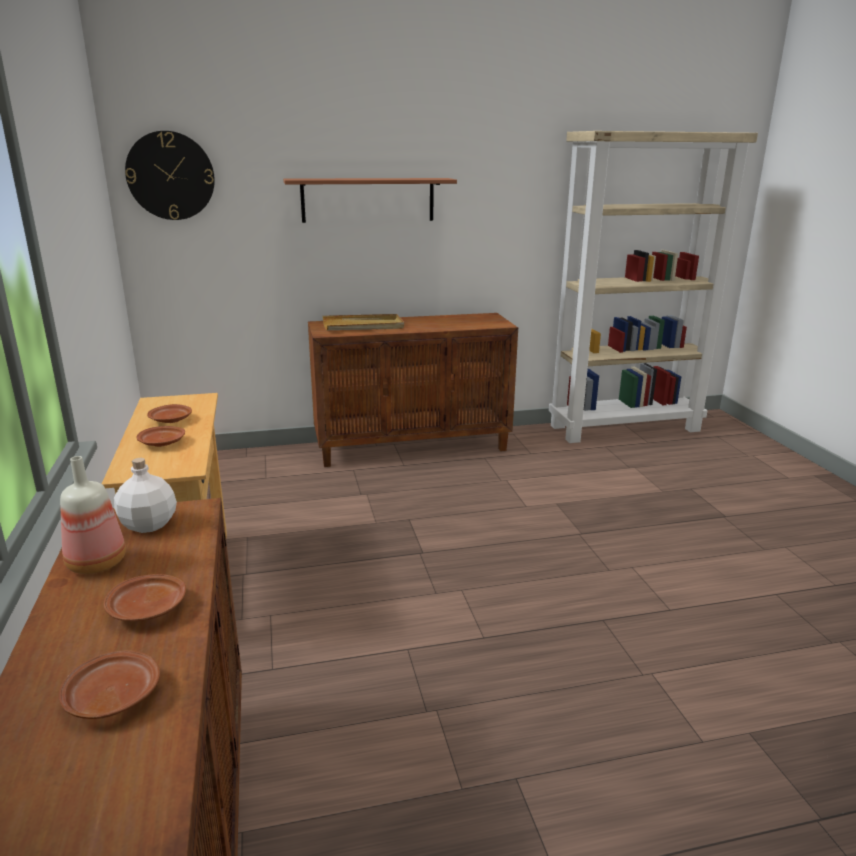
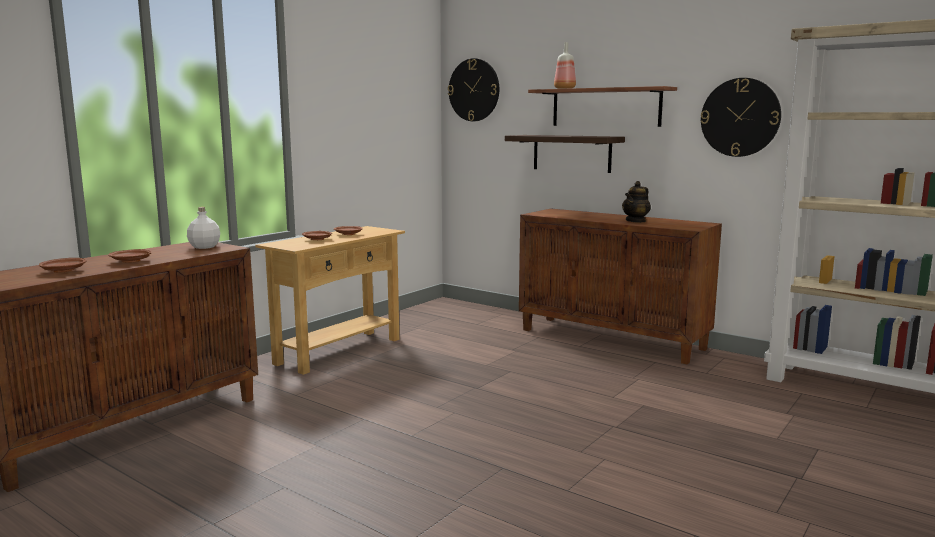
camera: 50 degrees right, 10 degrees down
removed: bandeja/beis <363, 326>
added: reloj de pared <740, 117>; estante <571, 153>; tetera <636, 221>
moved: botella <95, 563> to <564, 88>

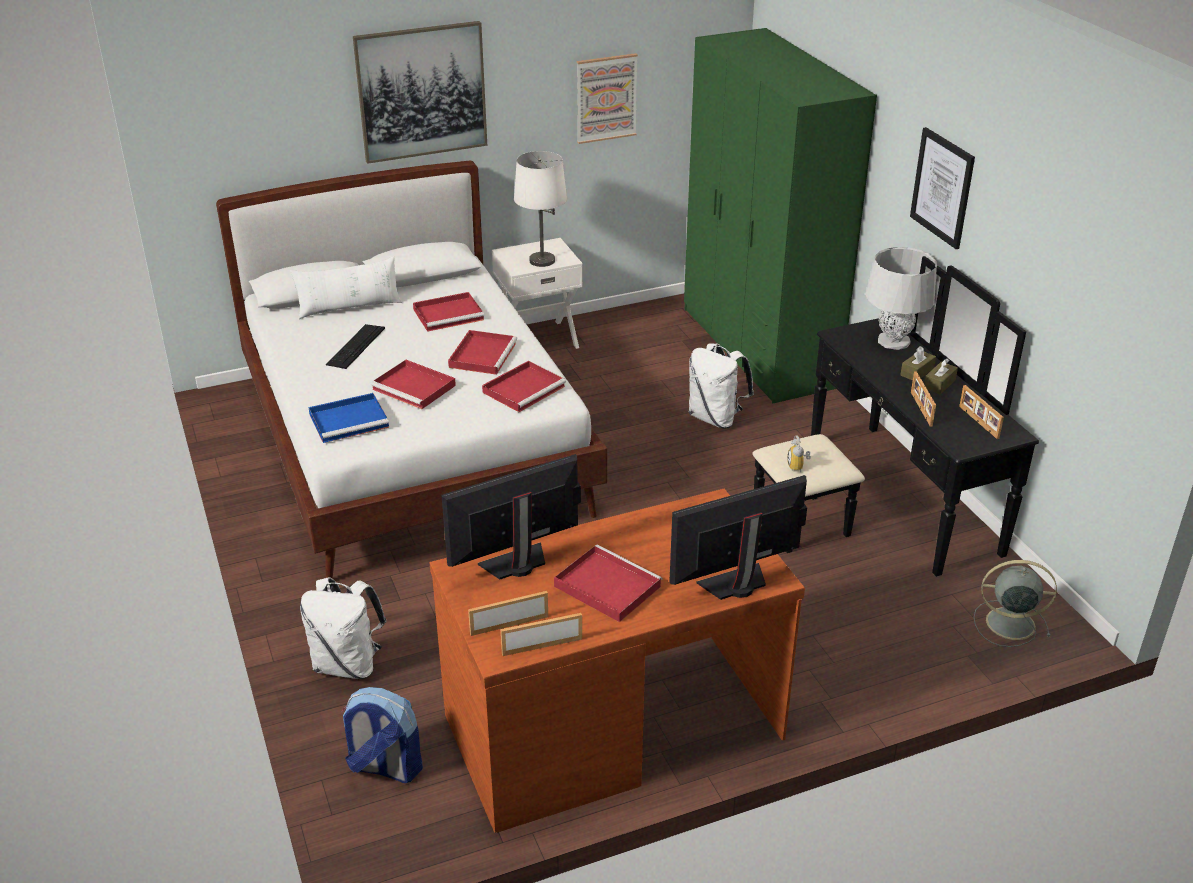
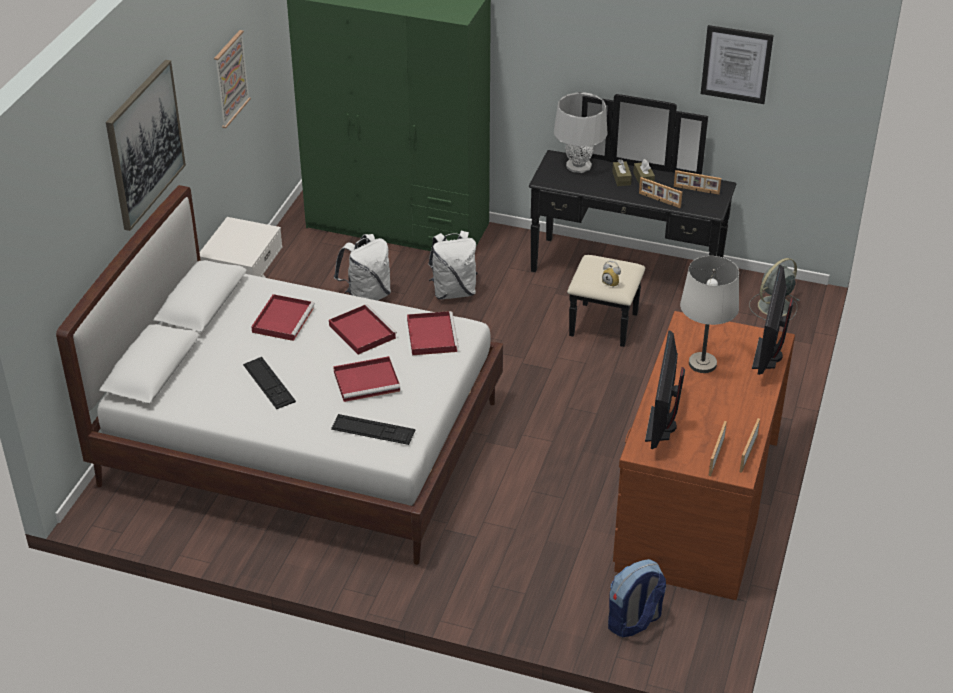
camera: 50 degrees left, 5 degrees up
removed: cojín/blanco <349, 307>; bandeja/rojo <605, 586>
moved: cuadro <942, 187> to <736, 64>; lámpara de mesa/blanco <541, 261> to <702, 364>; mochila/blanco <348, 664> to <366, 297>
replaced: bandeja/azul <350, 420> to teclado <373, 430>

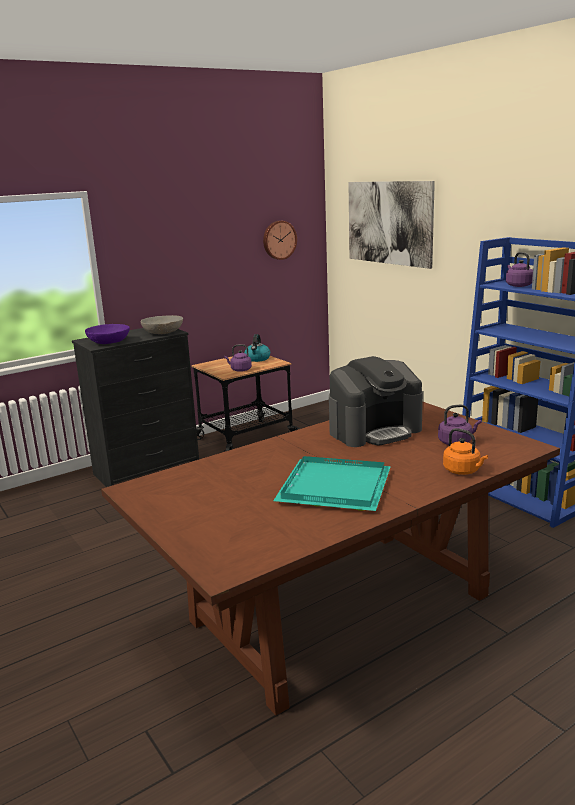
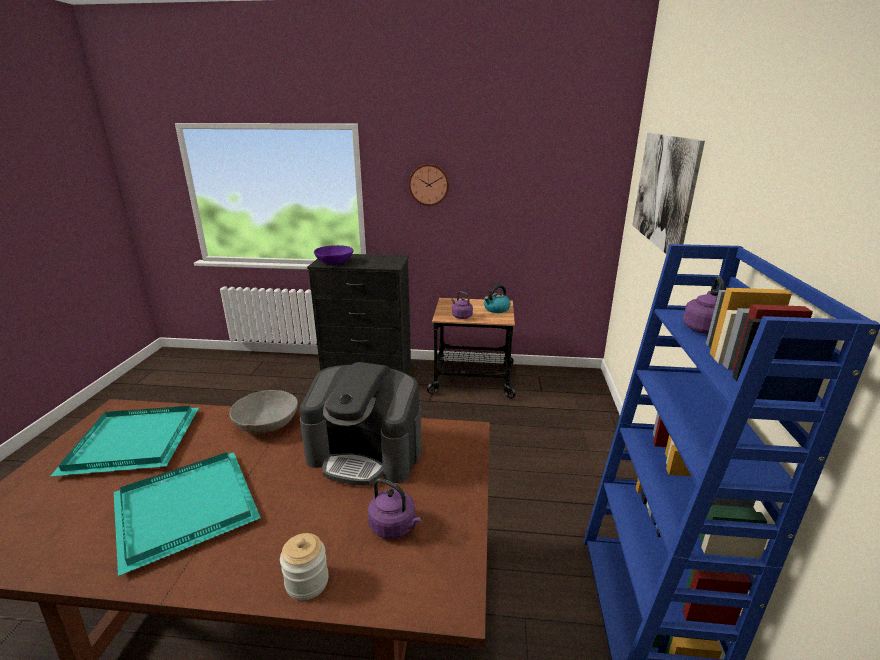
camera: 40 degrees right, 5 degrees up
added: bandeja/turquesa <132, 441>
moved: reloj de pared <279, 240> to <429, 184>; cuenco/gris <163, 332> to <267, 424>
replaced: hervidor/naranja <463, 471> to tarro <307, 582>

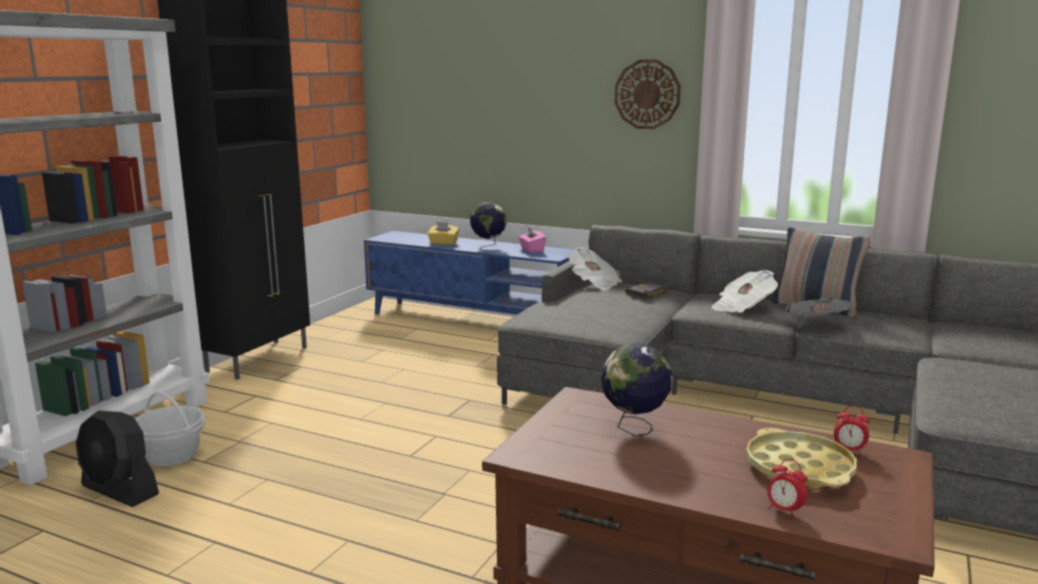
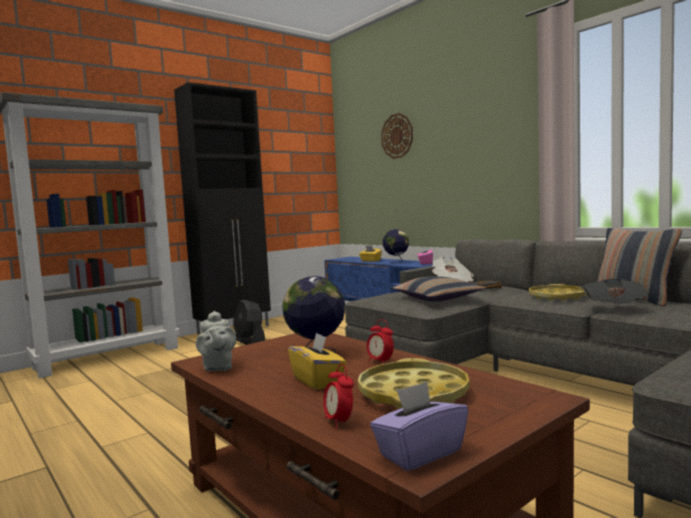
camera: 25 degrees right, 10 degrees down
removed: cesta <172, 455>
added: cojín <437, 298>; tetera/gris <217, 367>; caja de pañuelos/amarillo <318, 381>; caja de pañuelos/morado <419, 453>
moved: reloj de pared <647, 94> to <397, 136>; despertador <849, 451> to <380, 362>; ventilador/negro <120, 490> to <250, 342>
replaced: periódico <742, 308> to bandeja/amarillo <557, 297>

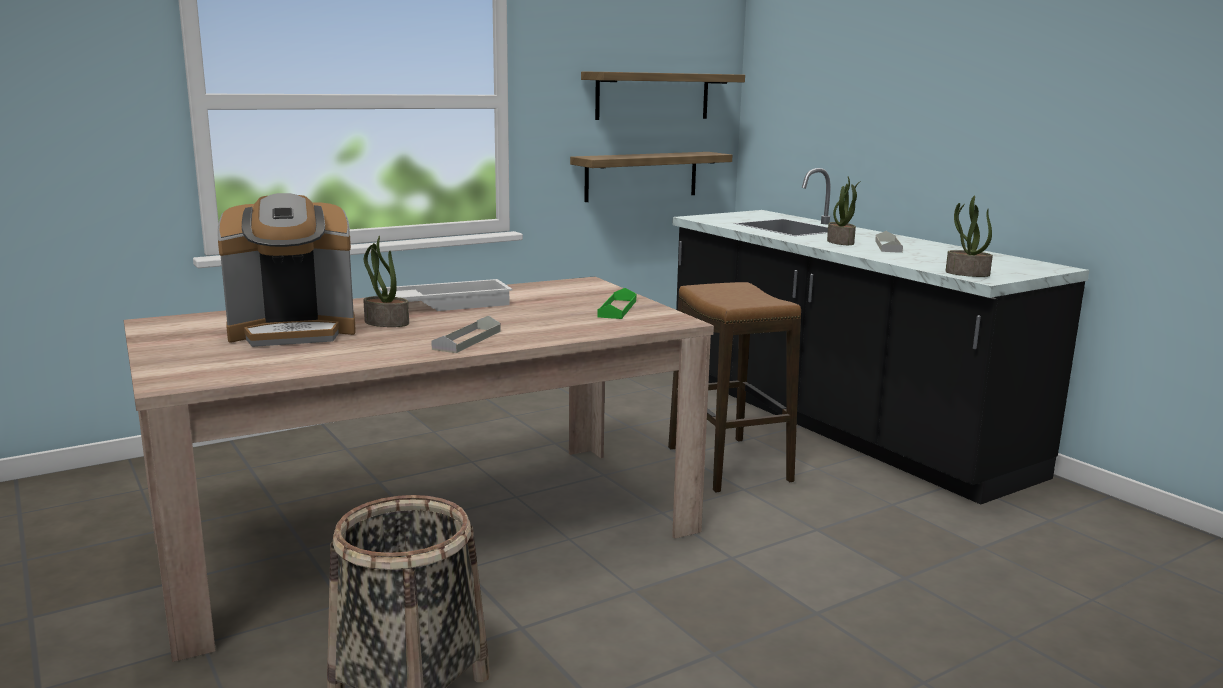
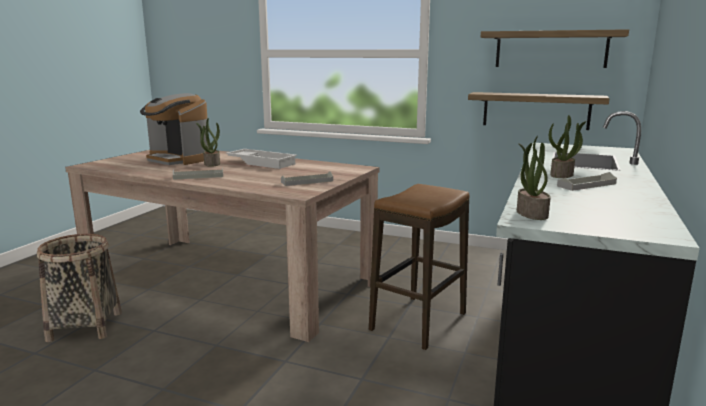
camera: 55 degrees right, 0 degrees up
recoloured: bandeja/verde <617, 309> to bandeja/gris <307, 181>

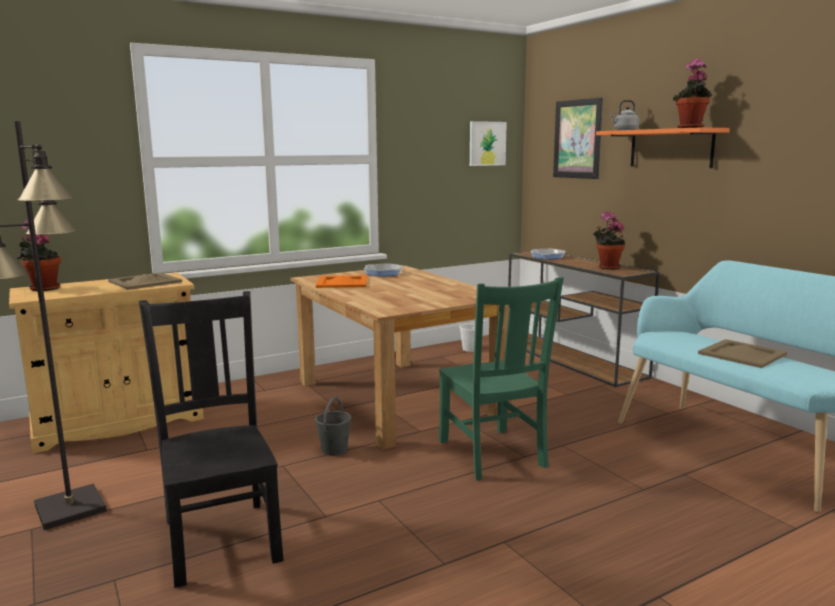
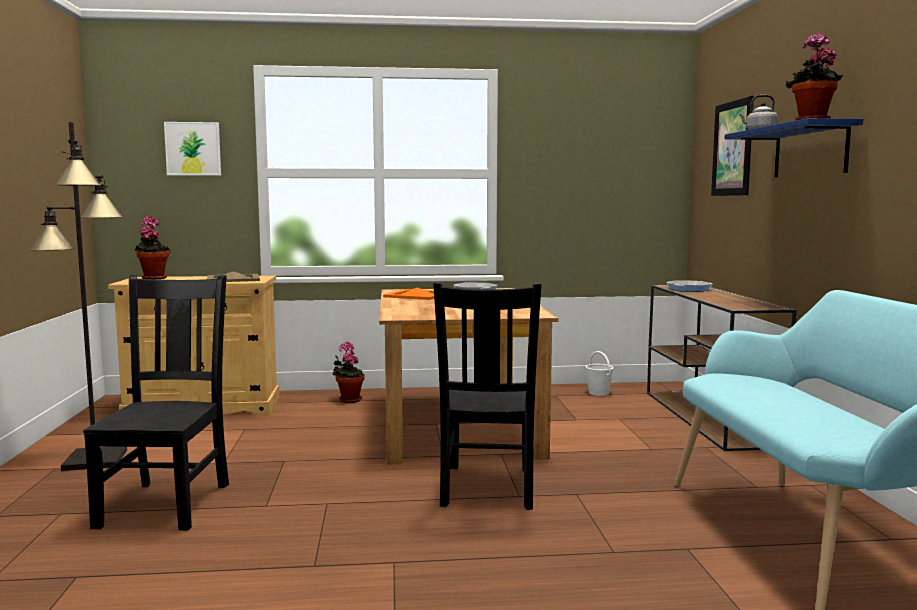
camera: 25 degrees right, 5 degrees down
removed: bandeja/beis <743, 354>; cubo/gris <334, 450>
moved: cuadro <487, 143> to <193, 149>; planta en maceta <607, 268> to <349, 400>
recoloured: estante/naranja <671, 148> to estante/azul <810, 151>; silla/verde <493, 455> to silla/negro <487, 488>

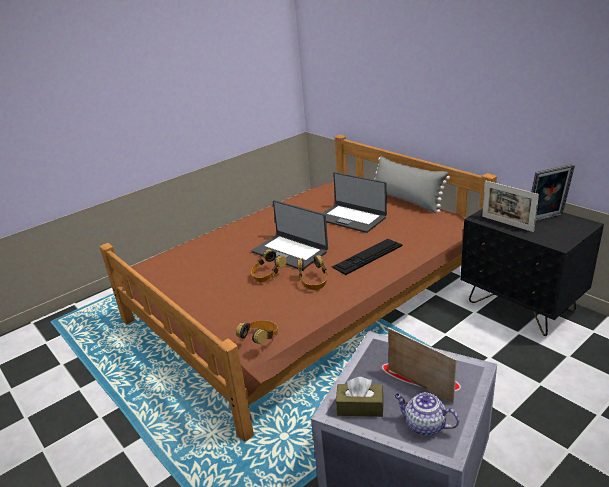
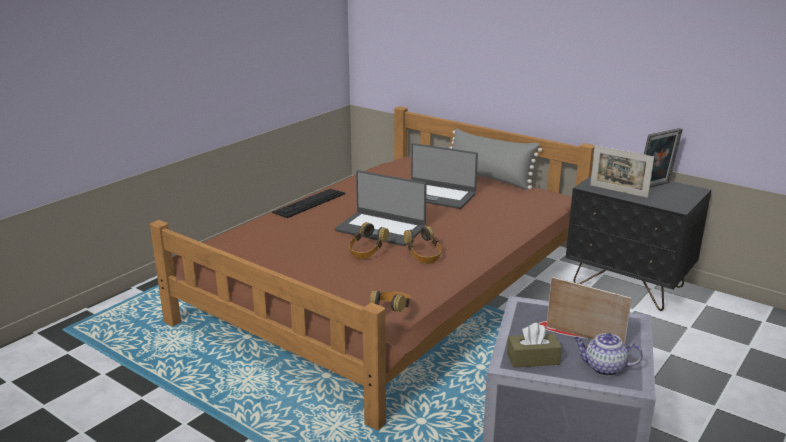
camera: 15 degrees left, 5 degrees down
moved: teclado <367, 256> to <309, 203>

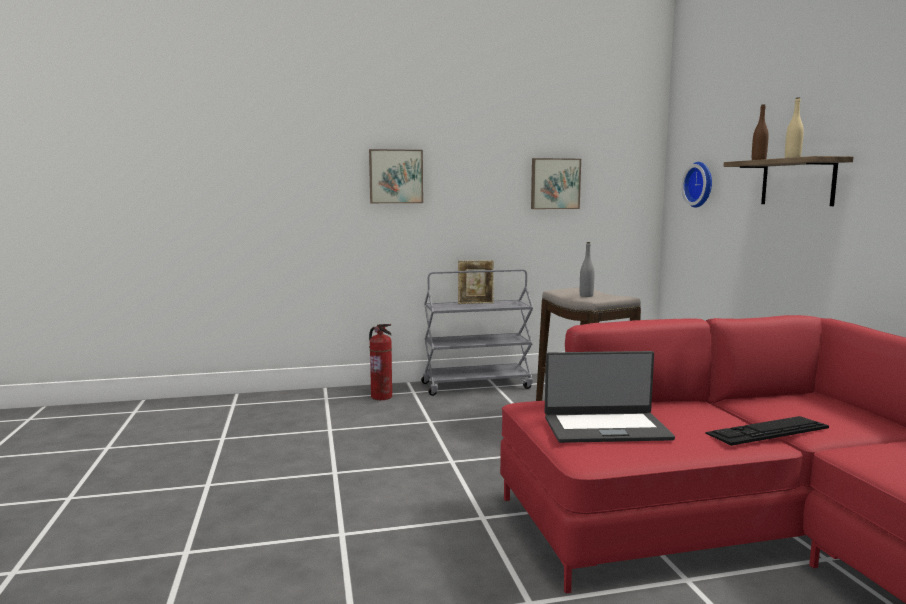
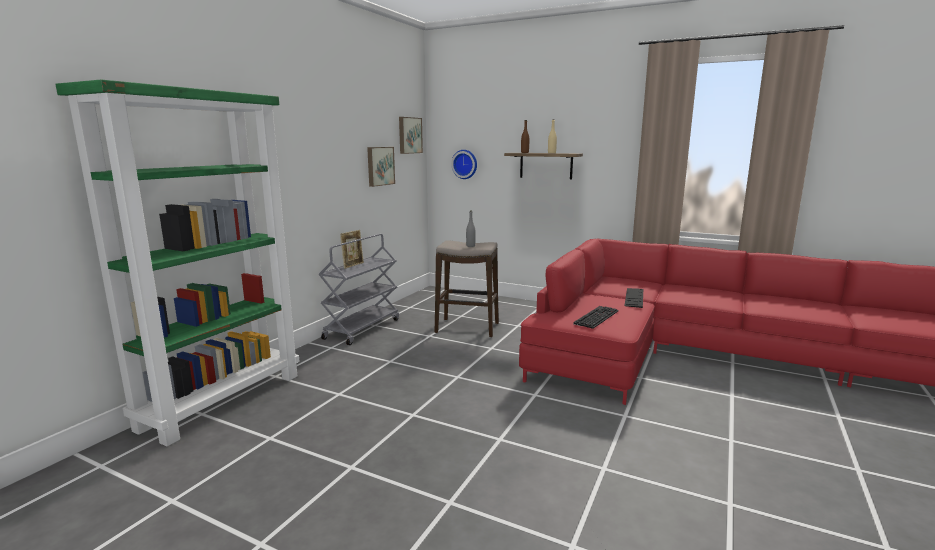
camera: 50 degrees left, 5 degrees up
removed: extintor <382, 397>
added: estantería/verde <223, 400>
moved: cuadro <395, 176> to <409, 135>
replaced: portátil <605, 428> to teclado <596, 317>

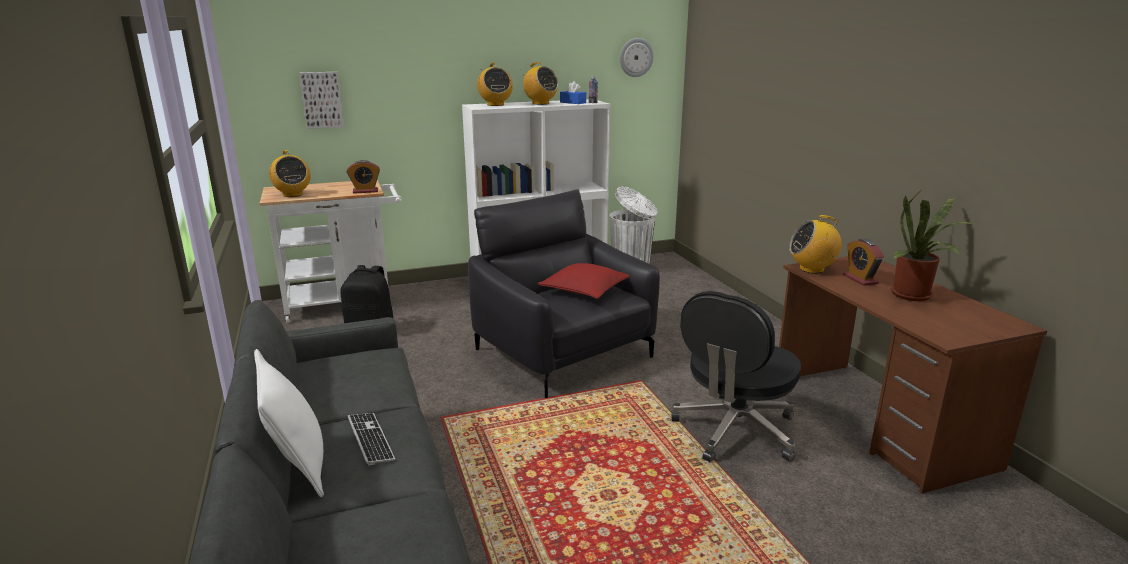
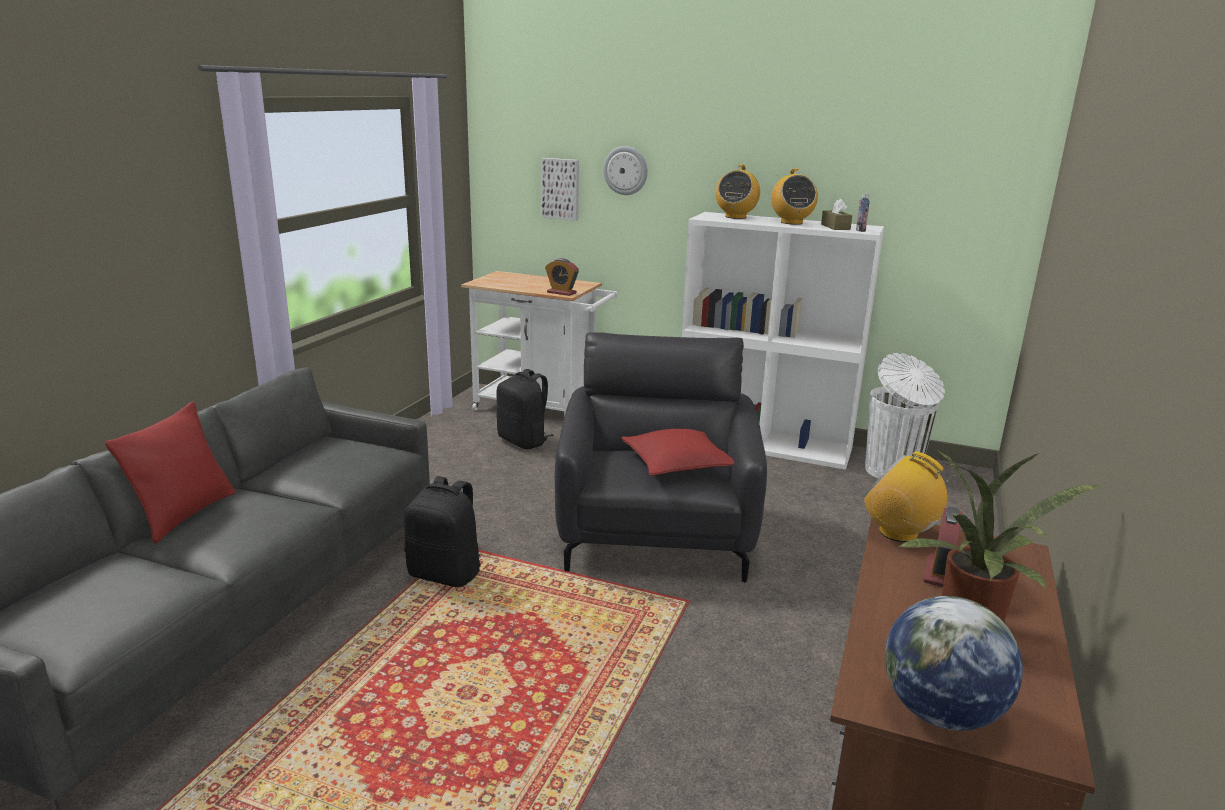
camera: 40 degrees right, 0 degrees up
removed: radio <292, 195>; silla de oficina/negro <734, 431>; teclado <370, 439>
added: mochila/negro <446, 574>; globo terráqueo <940, 712>
moved: reloj de pared <636, 57> to <625, 170>
recoloured: caja de pañuelos/azul <573, 102> to caja de pañuelos/marrón <835, 227>; cojín/blanco <298, 466> to cojín/rojo <185, 514>

